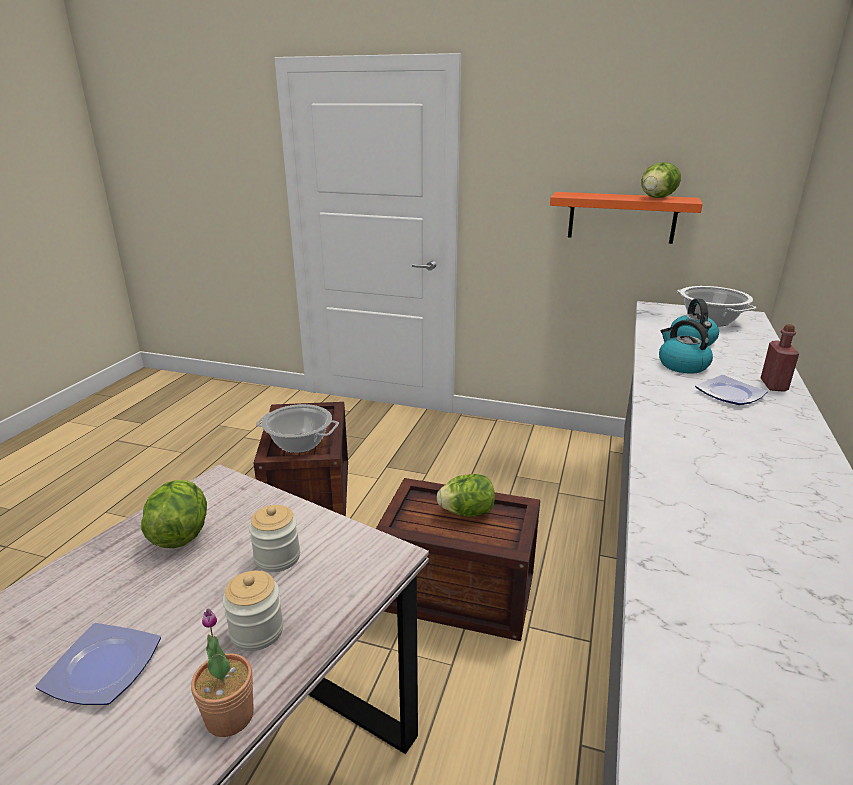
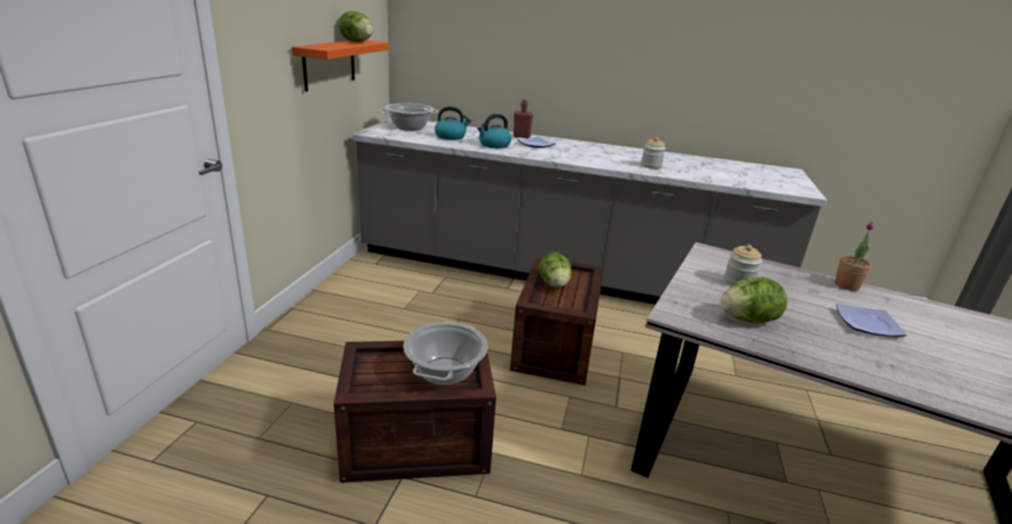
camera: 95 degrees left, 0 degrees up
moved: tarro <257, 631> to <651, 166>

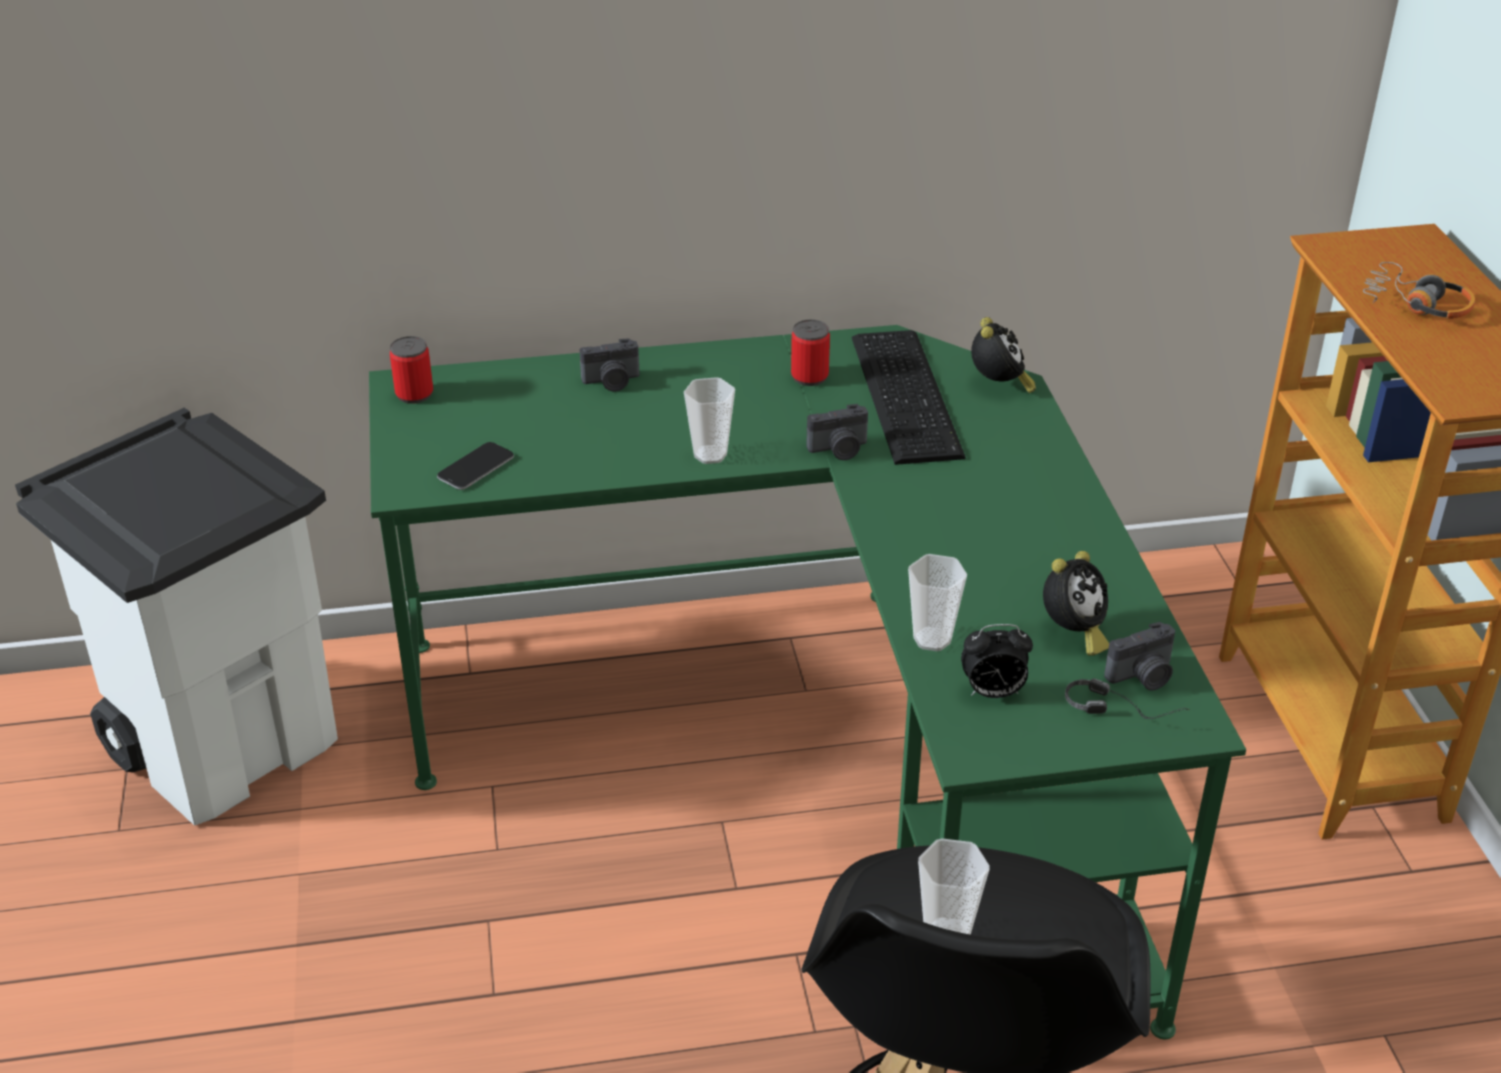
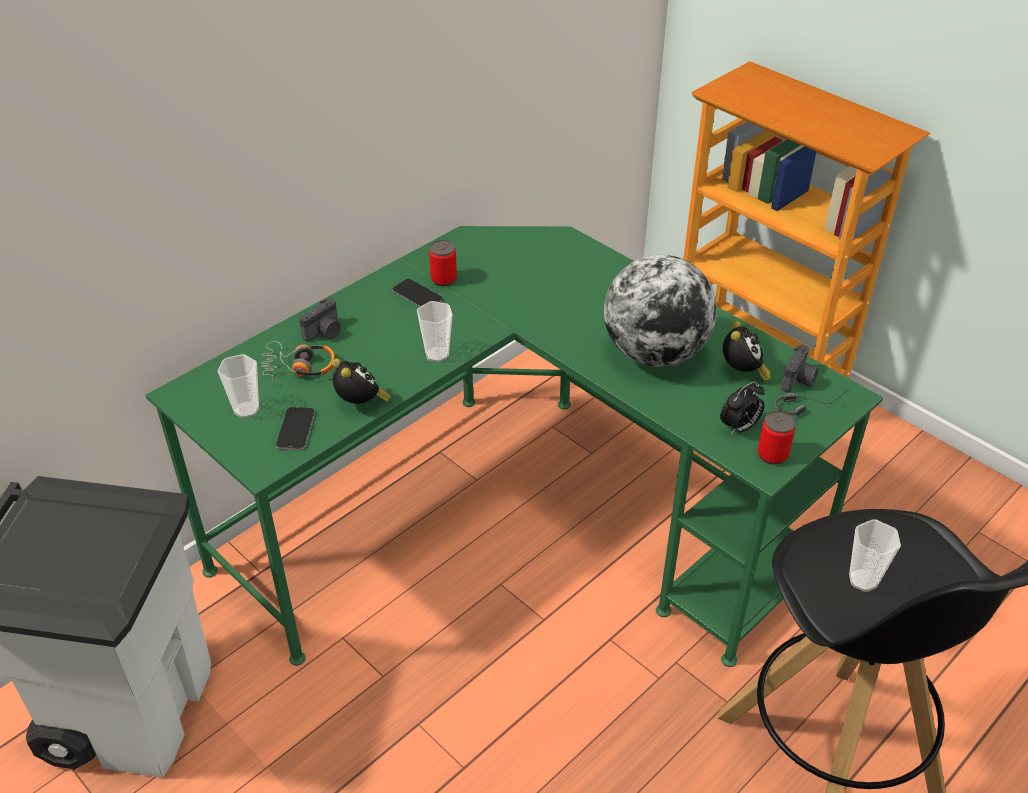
camera: 35 degrees left, 5 degrees up
removed: teclado <909, 394>; cámara <839, 450>
added: globo terráqueo <654, 354>; móvil <417, 295>
moved: auriculares <1415, 304> to <298, 367>; despertador <999, 386> to <361, 404>; lata <414, 394> to <772, 454>; taza <932, 639> to <246, 410>

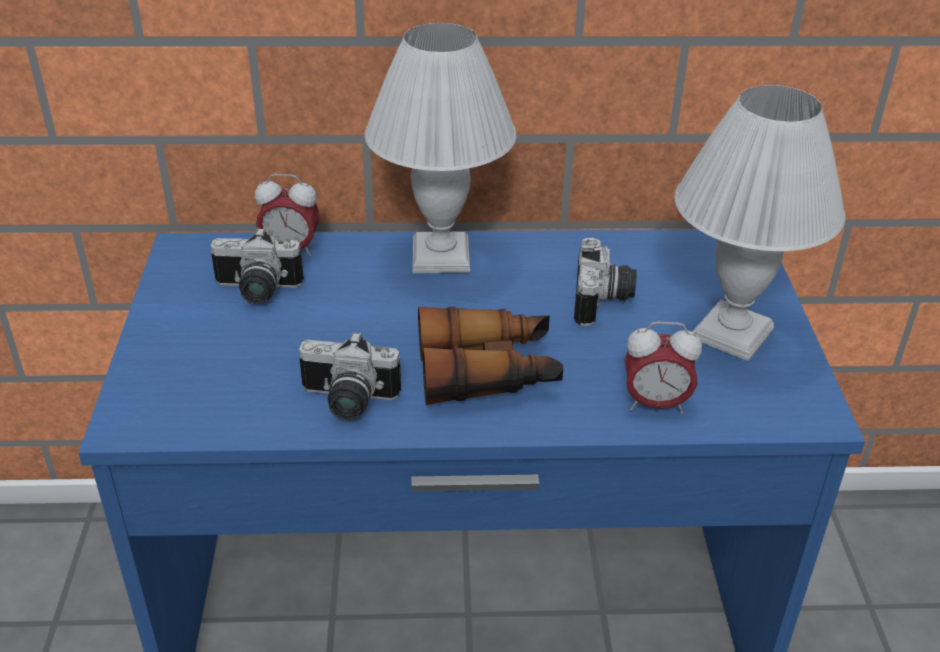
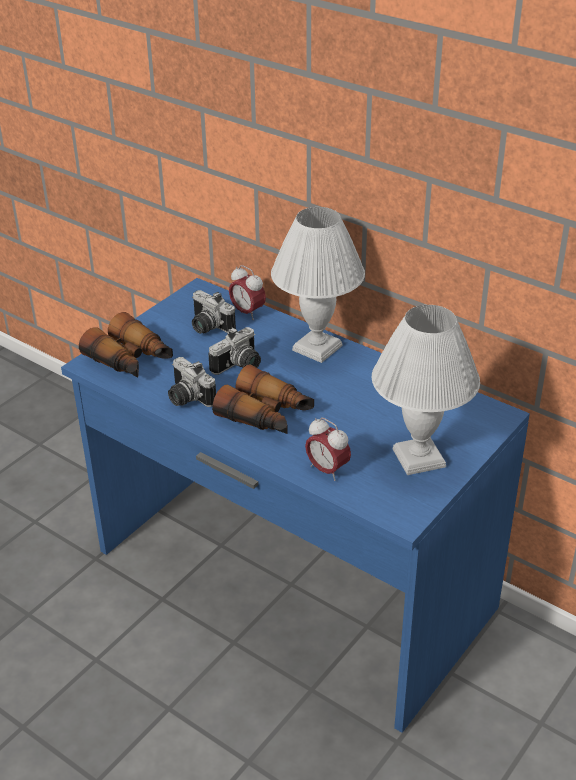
camera: 40 degrees right, 0 degrees up
added: prismáticos <131, 360>
moved: cámara <603, 301> to <240, 366>

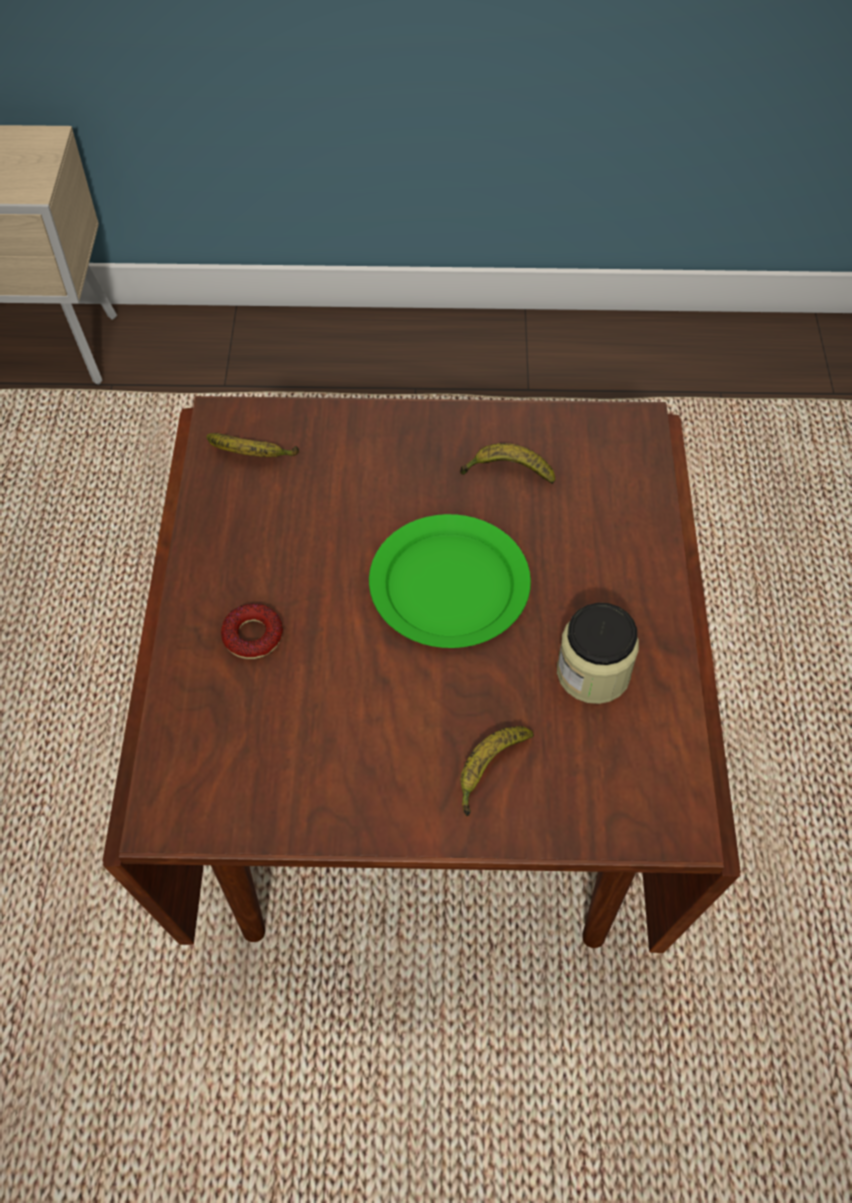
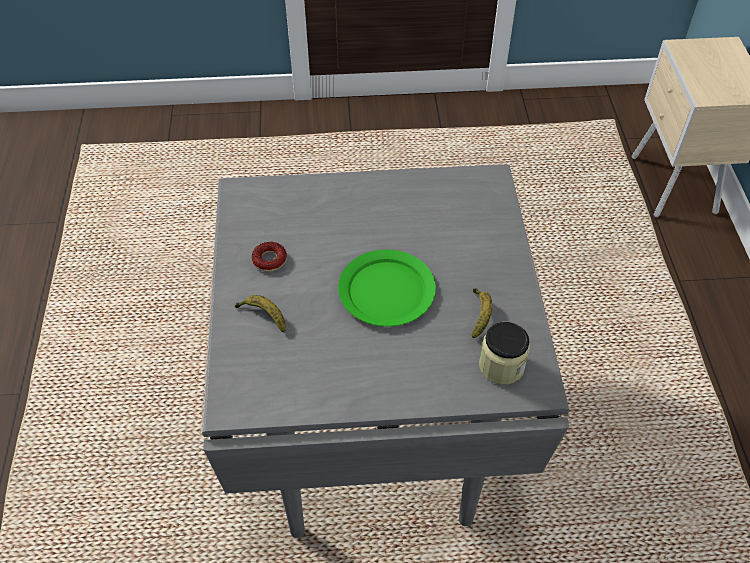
camera: 85 degrees right, 5 degrees down
removed: plátano <251, 455>
moved: rosquilla <253, 636> to <269, 260>; tarro <593, 673> to <501, 366>
recoloured: mesa de comedor/marrón <426, 808> to mesa de comedor/gris <376, 429>

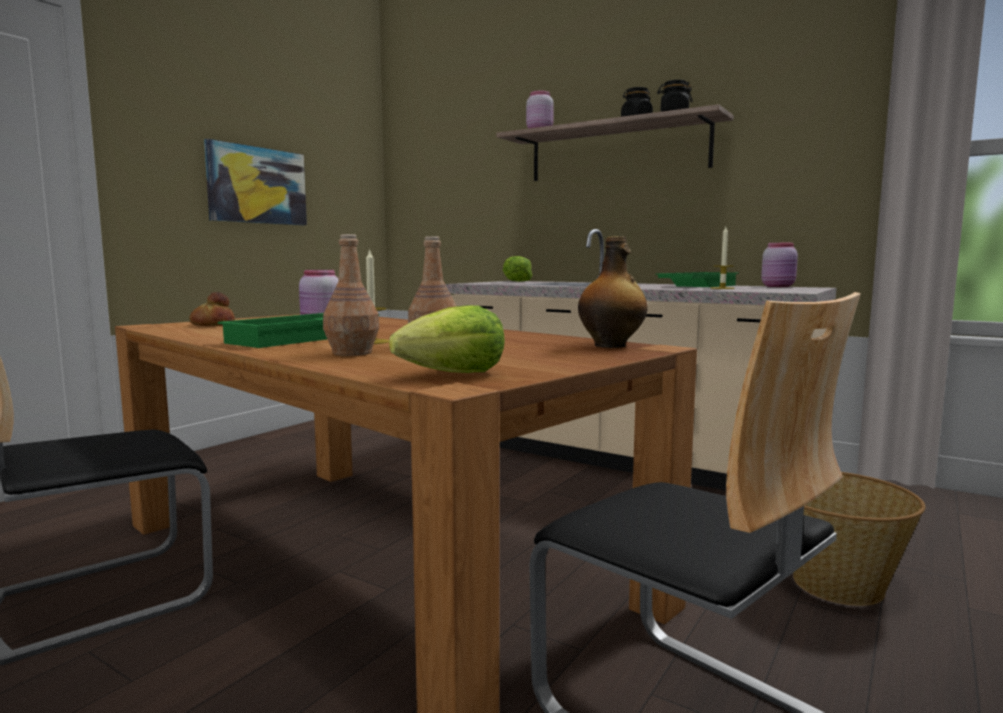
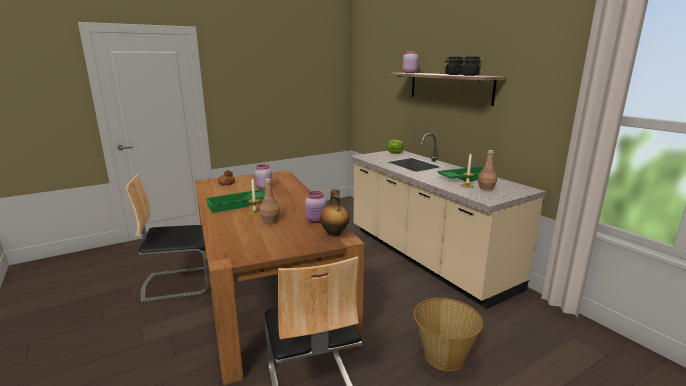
camera: 25 degrees right, 10 degrees up
removed: cuadro <257, 185>; lechuga <454, 374>
moved: botella/marrón <352, 353> to <486, 188>; tarro/rosa <779, 286> to <316, 220>

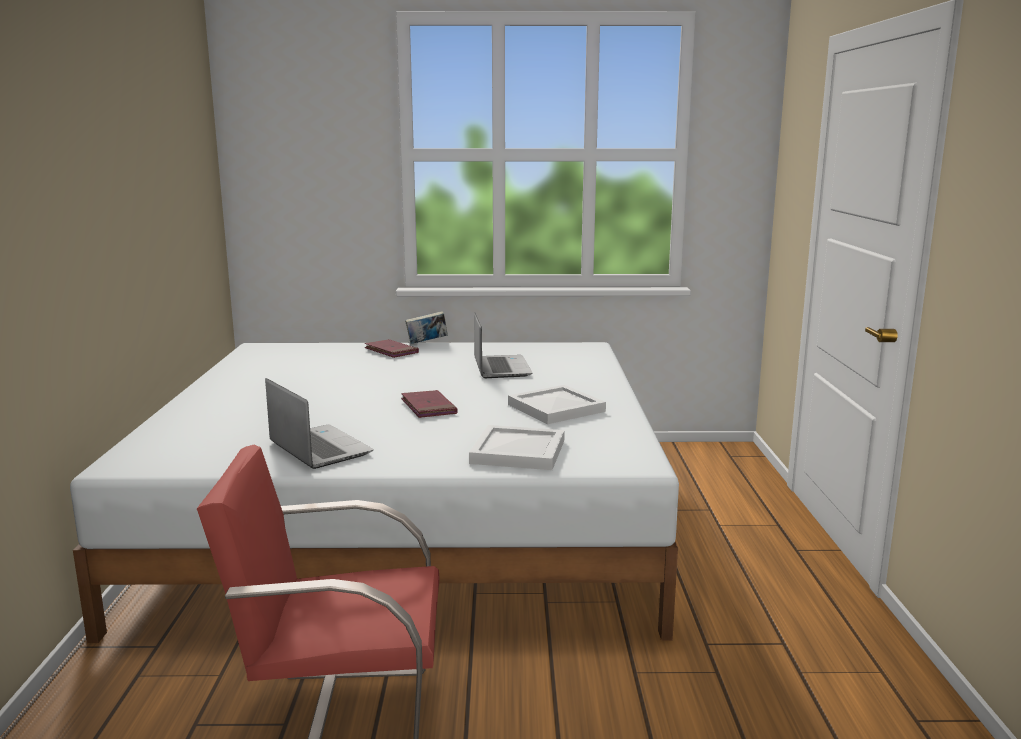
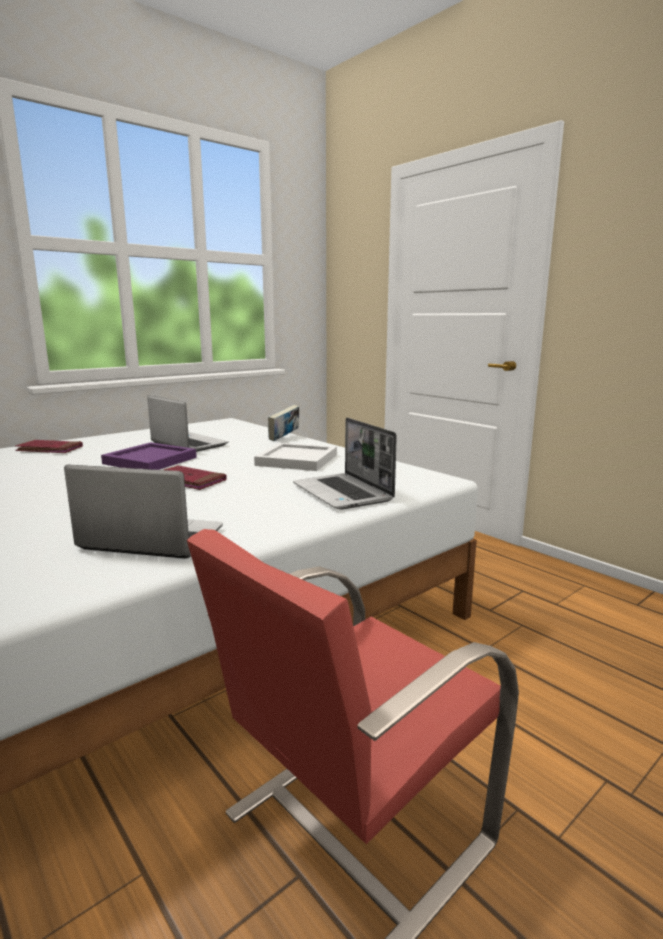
camera: 40 degrees left, 0 degrees up
added: bandeja/morado <150, 461>
moved: libro <427, 343> to <284, 438>
replaced: bandeja/blanco <519, 452> to portátil <343, 493>

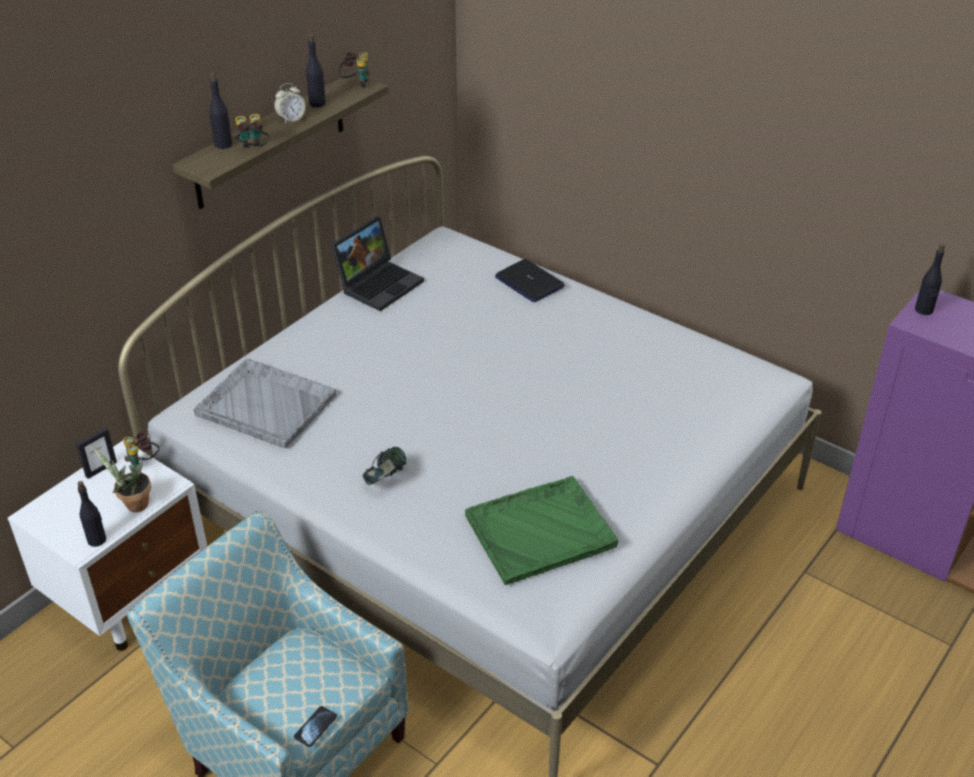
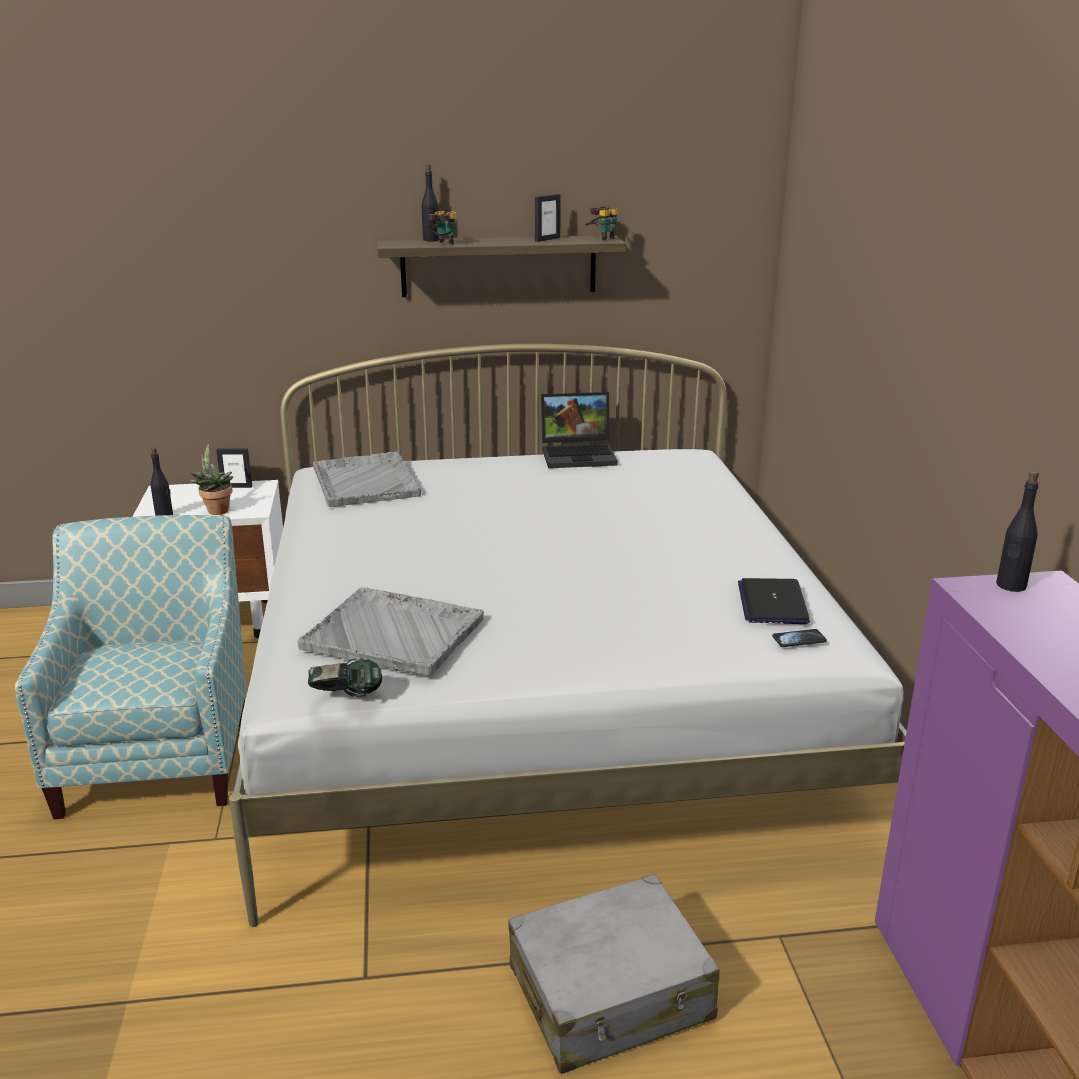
camera: 45 degrees right, 15 degrees down
removed: despertador <291, 119>; prismáticos <144, 463>
added: maleta/gris <611, 994>
moved: portátil <529, 282> to <772, 603>; auriculares <385, 480> to <347, 698>; móvil <315, 727> to <799, 639>
replaced: botella/negro <317, 103> to portarretratos <547, 239>
recoloured: bandeja/verde <541, 531> to bandeja/gris <394, 634>

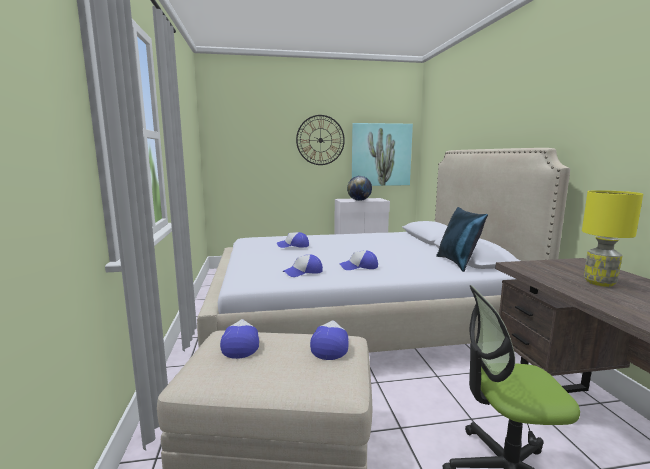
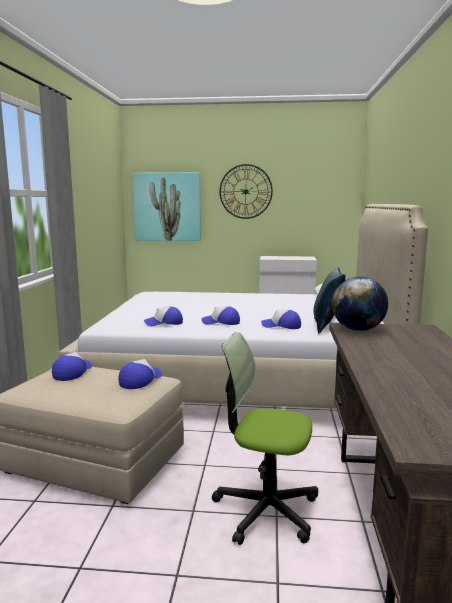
camera: 15 degrees right, 0 degrees up
removed: lámpara de mesa/amarillo <599, 282>
moved: cuadro <381, 155> to <167, 207>; globo terráqueo <359, 200> to <358, 330>; gorra <293, 246> to <281, 326>

